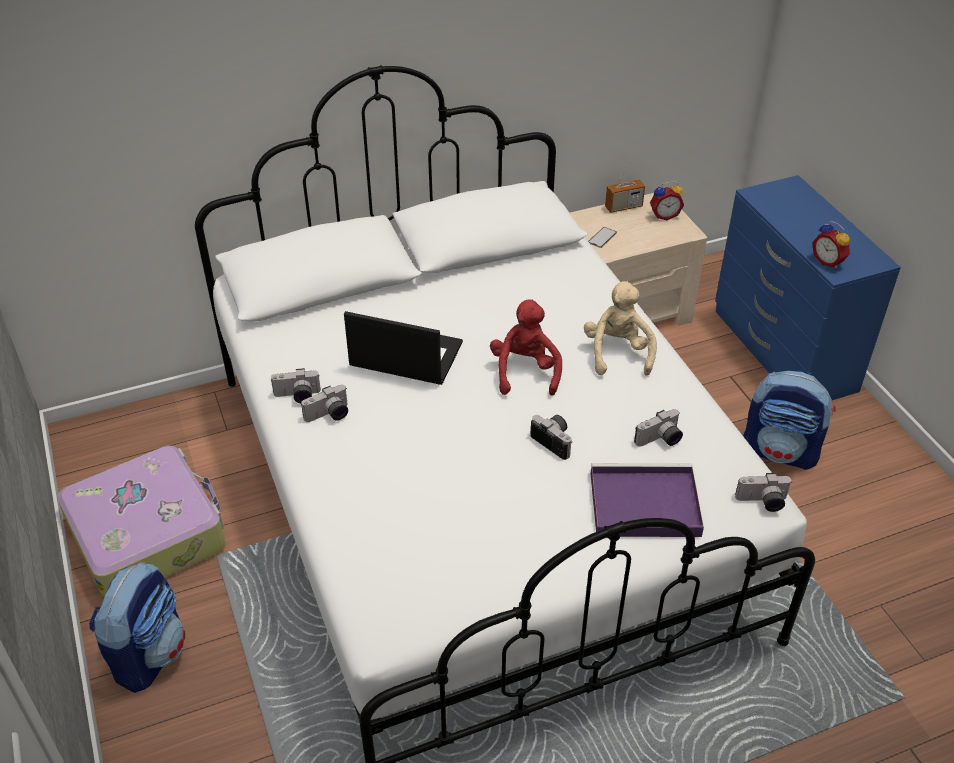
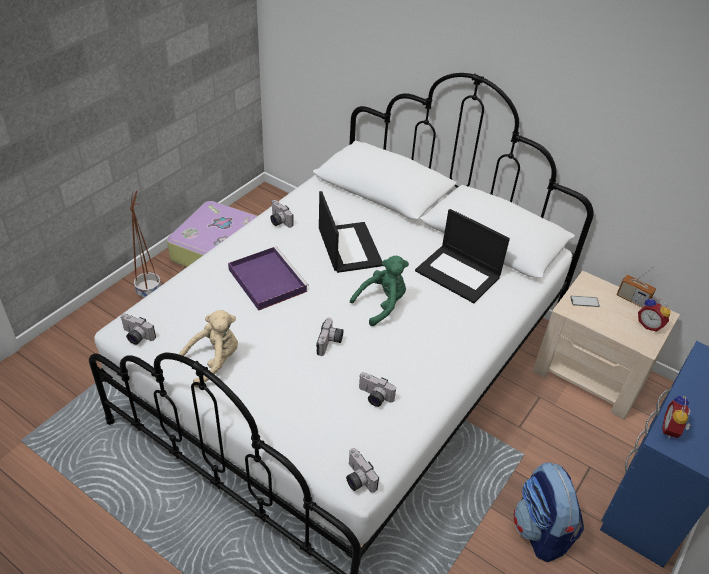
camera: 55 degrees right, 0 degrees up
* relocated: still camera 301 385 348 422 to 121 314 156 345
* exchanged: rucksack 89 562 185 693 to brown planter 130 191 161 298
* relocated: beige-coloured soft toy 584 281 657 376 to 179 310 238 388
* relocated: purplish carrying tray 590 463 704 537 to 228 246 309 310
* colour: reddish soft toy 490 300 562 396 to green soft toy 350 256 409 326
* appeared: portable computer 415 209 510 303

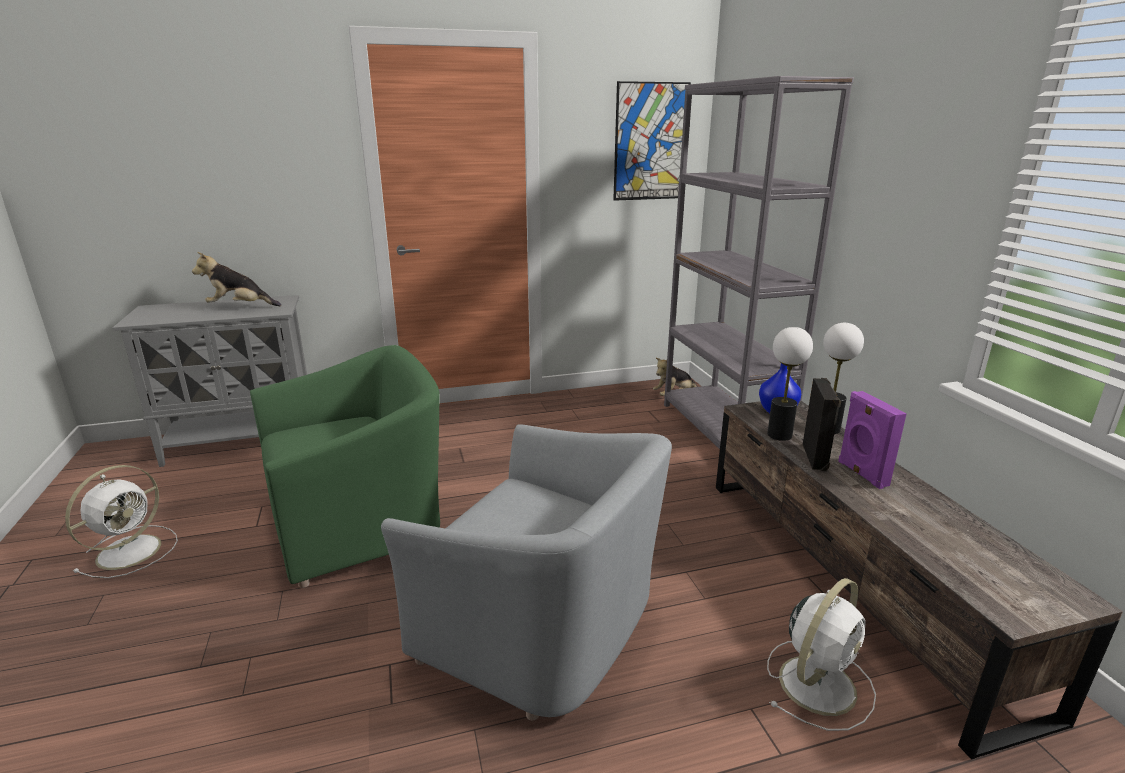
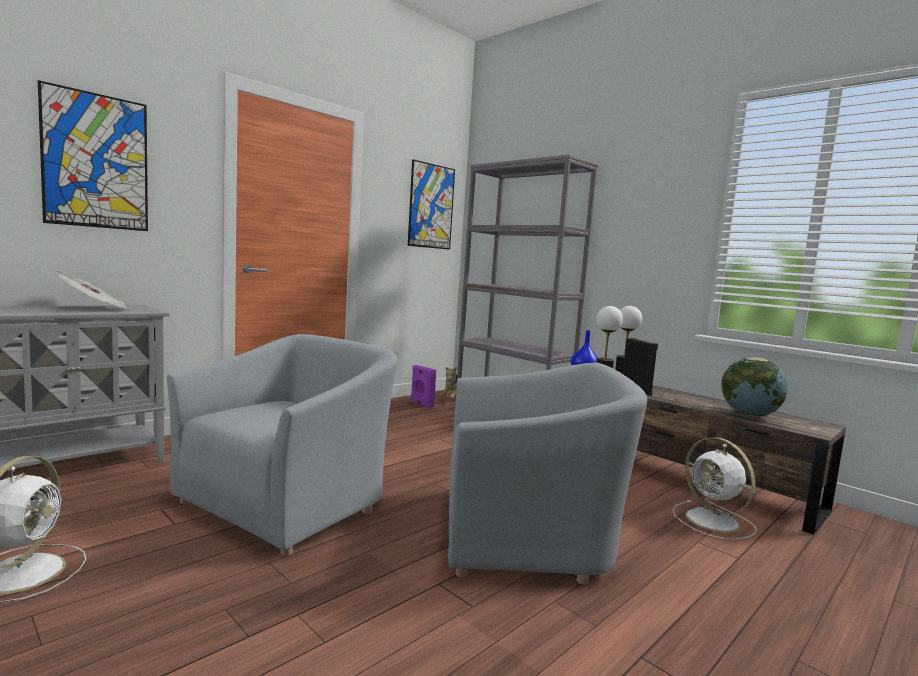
camera: 30 degrees left, 15 degrees down
* appeared: wall picture 38 80 148 231
* exchanged: soft toy 192 252 281 306 to daily paper 54 270 131 311
* colour: green lounge chair 250 345 440 588 to greyish lounge chair 167 334 397 556
* relocated: purplish loudspeaker 838 391 907 489 to 411 365 436 408
* spun: whitish fan 767 578 876 731 = 672 437 757 540 135 degrees clockwise
* appeared: world globe 721 357 788 417

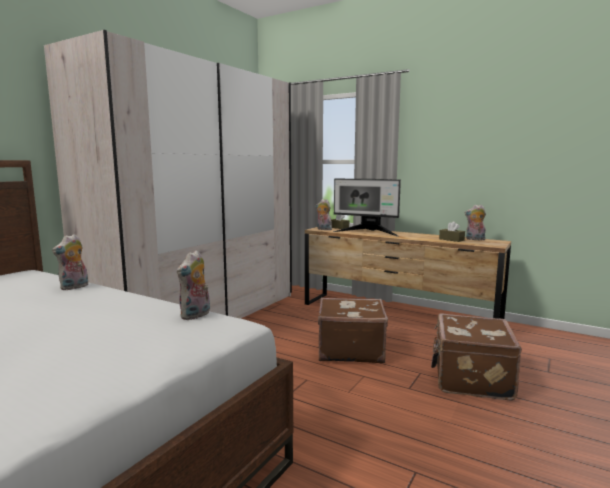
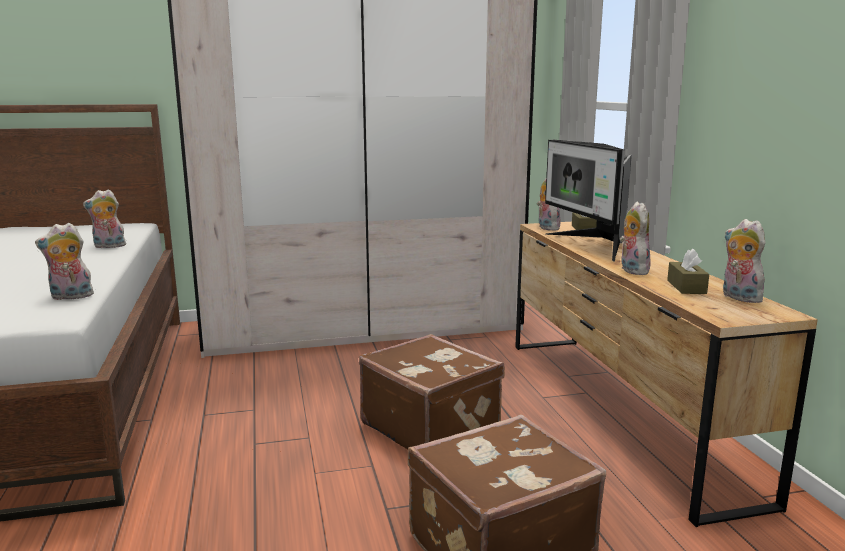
camera: 45 degrees right, 5 degrees up
* appeared: soft toy 620 201 651 275

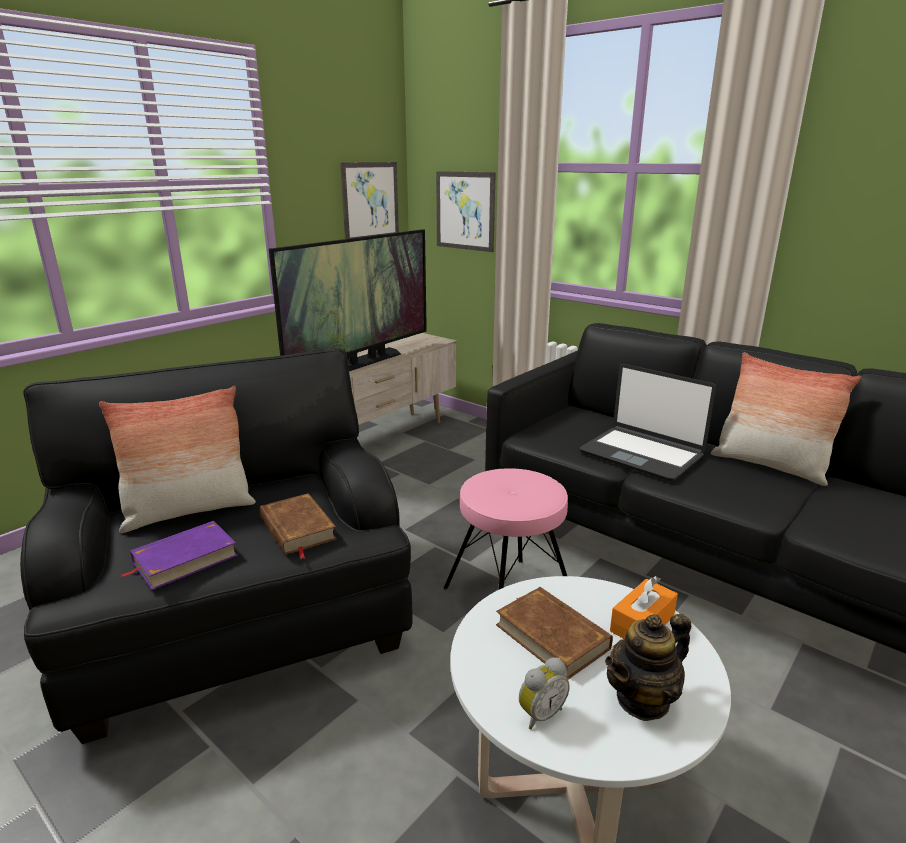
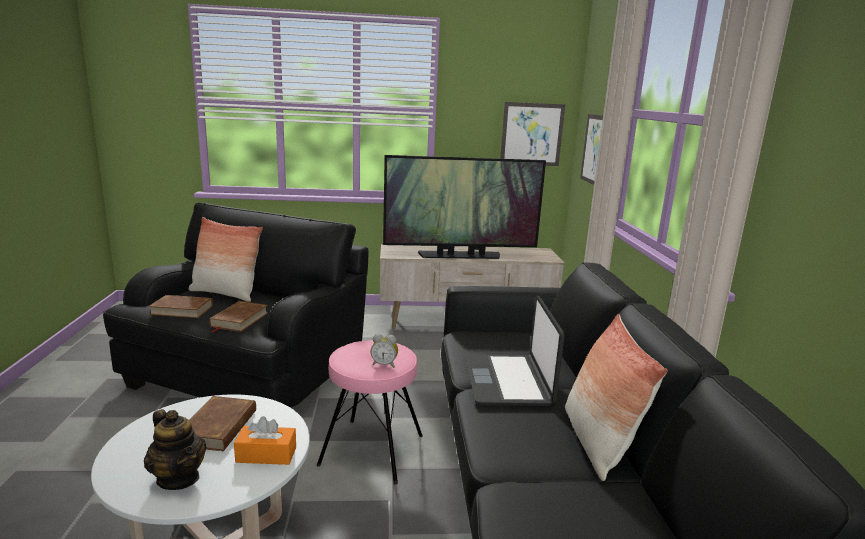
camera: 45 degrees right, 5 degrees down
* spun: tea pot 605 614 691 721 = 144 409 206 490 150 degrees counterclockwise
* colour: purplish volume 121 521 238 590 to brown volume 148 295 213 318
* relocated: bedside clock 519 657 570 730 to 371 334 398 368

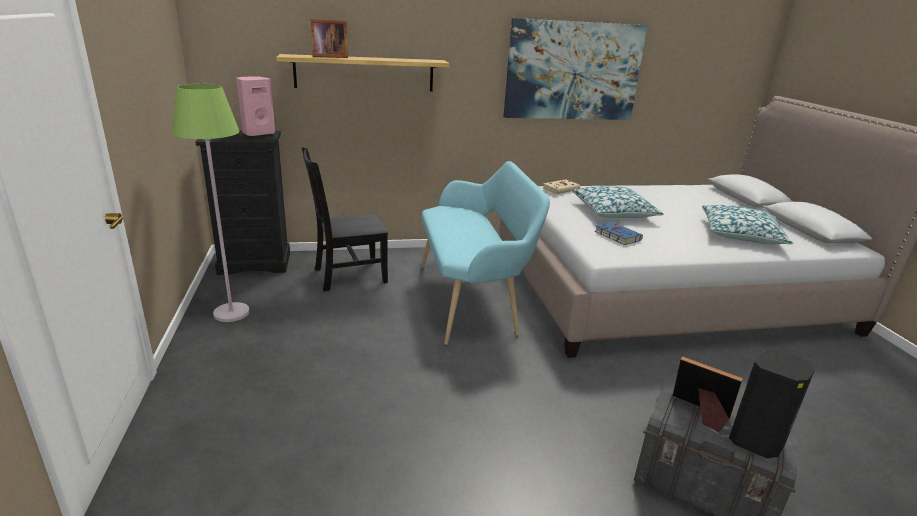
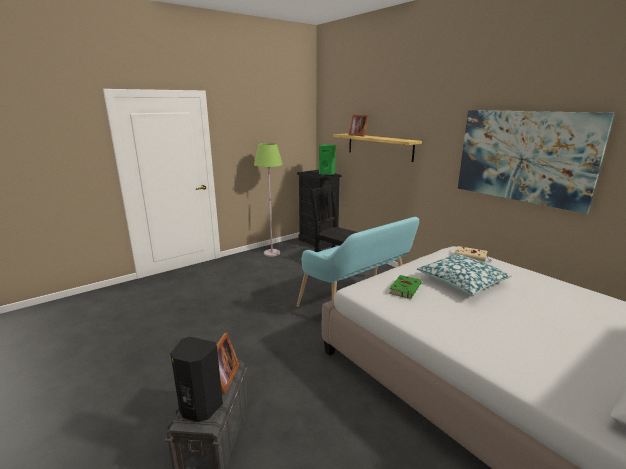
camera: 65 degrees right, 5 degrees down
* colour: pinkish loudspeaker 236 76 275 137 to green loudspeaker 319 144 336 175
* colour: blue-coloured volume 595 222 643 245 to green volume 389 275 421 299
* missing: pillow 702 205 793 244

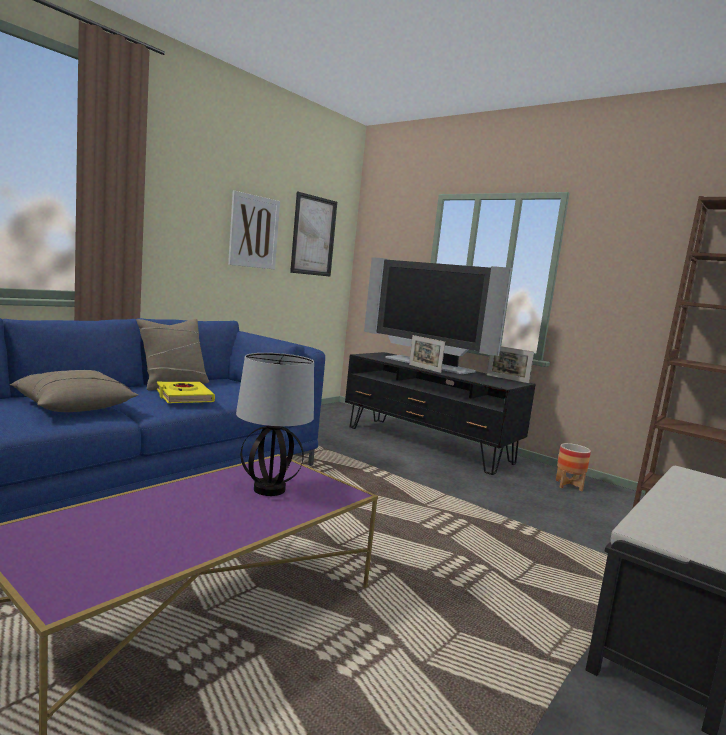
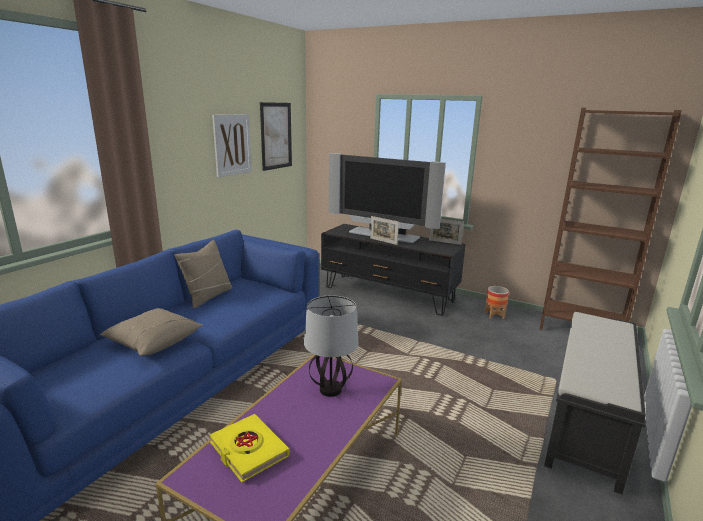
camera: 10 degrees left, 10 degrees up
* relocated: yellowish volume 157 382 215 403 to 209 414 289 482

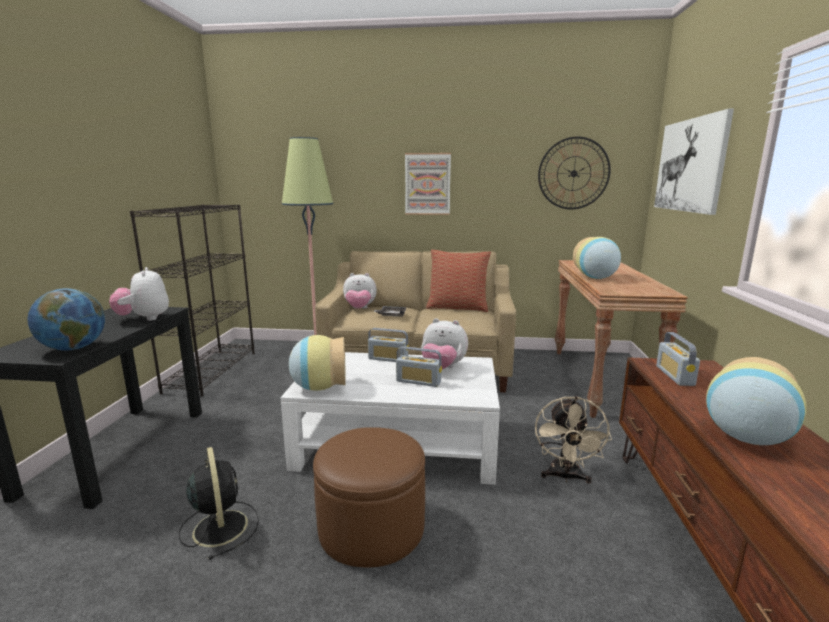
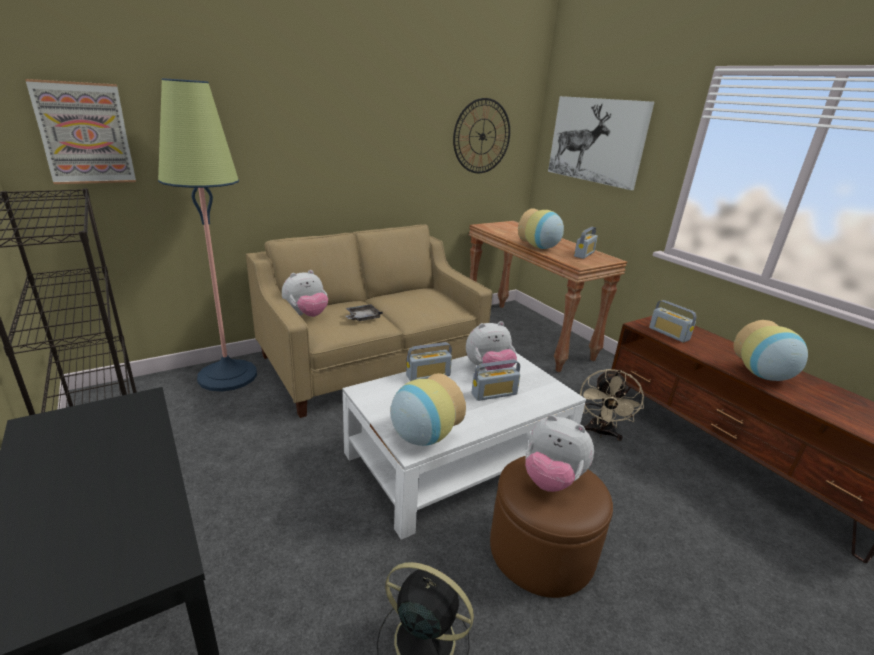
camera: 40 degrees left, 10 degrees up
* relocated: wall picture 405 153 451 215 to 25 79 136 184
* relocated: soft toy 109 267 169 321 to 525 415 594 492
* appeared: radio receiver 574 227 598 259
* spun: beige-coloured fan 535 396 612 484 = 580 369 644 441 45 degrees clockwise
* missing: world globe 27 288 105 351
* missing: pillow 426 250 491 312

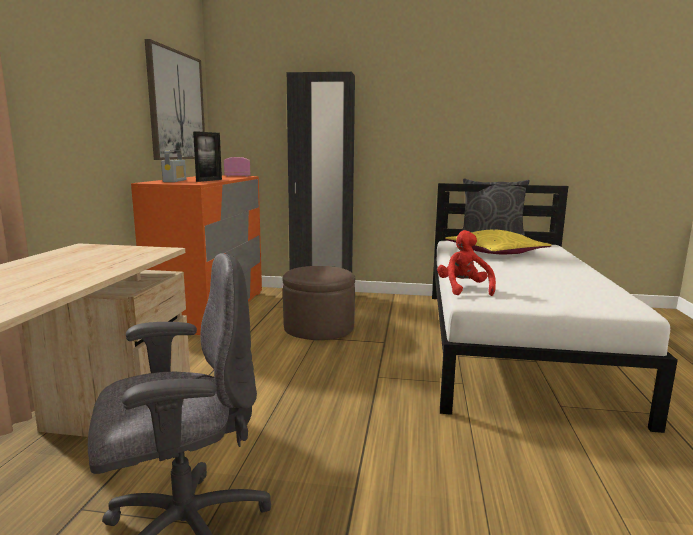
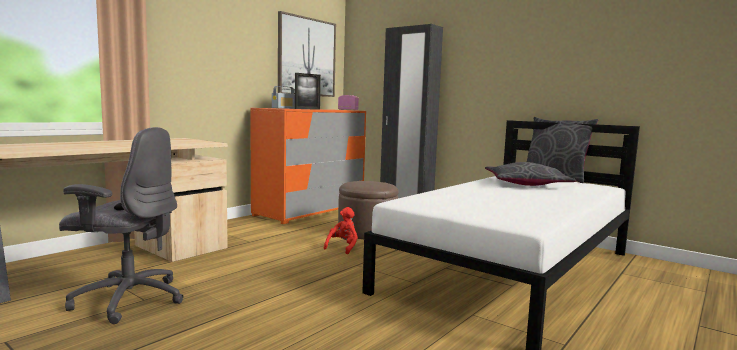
camera: 30 degrees right, 5 degrees down
* relocated: reddish soft toy 437 230 496 296 to 324 207 358 254
* colour: yellowish pillow 445 230 552 254 to greyish pillow 485 162 576 186

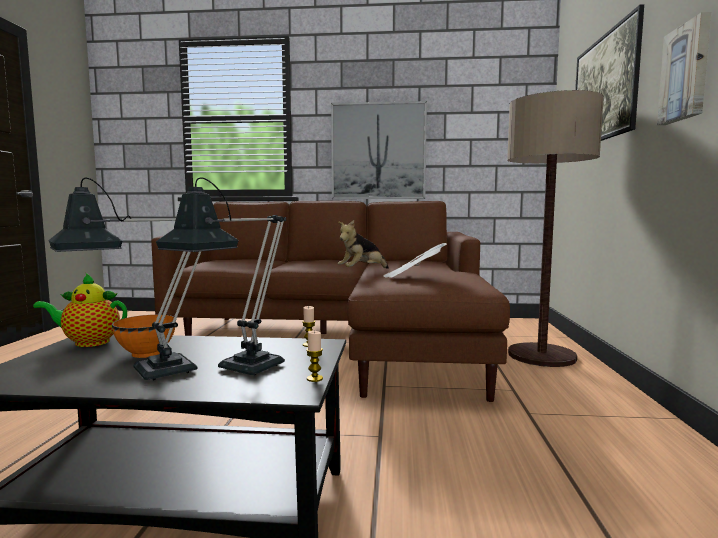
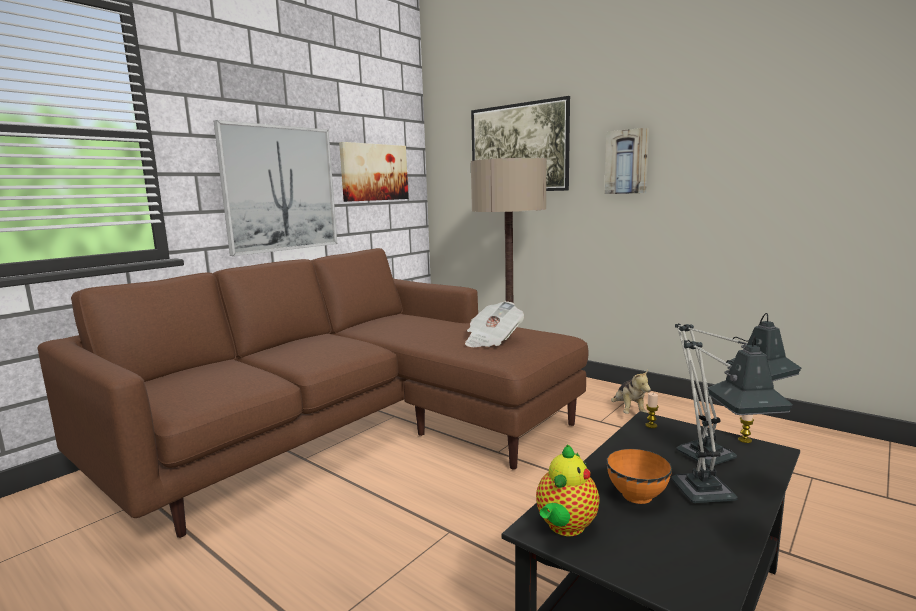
camera: 55 degrees left, 5 degrees up
* appeared: wall picture 339 142 408 202
* relocated: soft toy 338 220 389 269 to 611 370 651 414

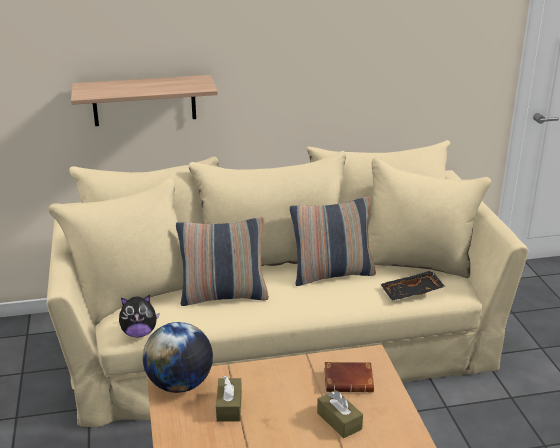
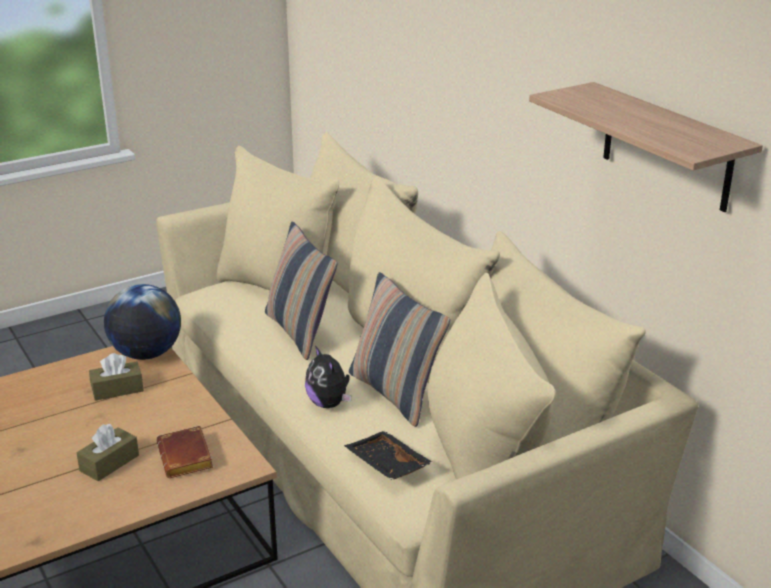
camera: 70 degrees right, 0 degrees up
* relocated: soft toy 119 295 160 337 to 305 346 351 408
* relocated: wall shelf 71 75 218 126 to 529 82 763 212

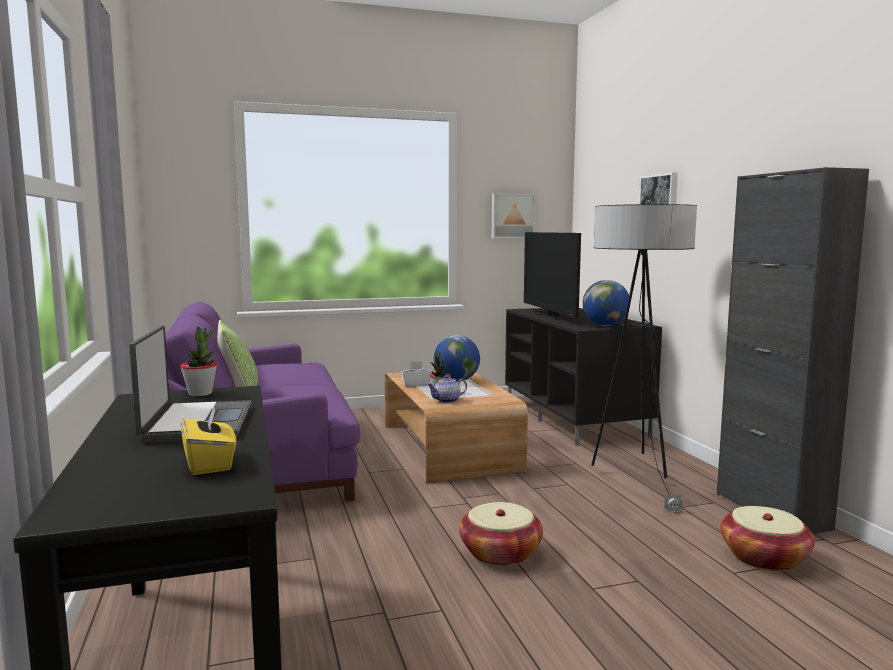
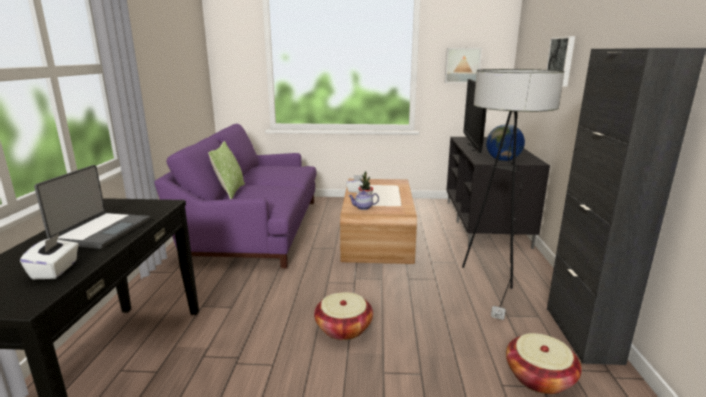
camera: 20 degrees right, 10 degrees up
* colour: yellowish tissue holder 180 406 236 475 to whitish tissue holder 20 233 79 280
* missing: houseplant 180 326 217 396
* missing: world globe 434 335 480 382

